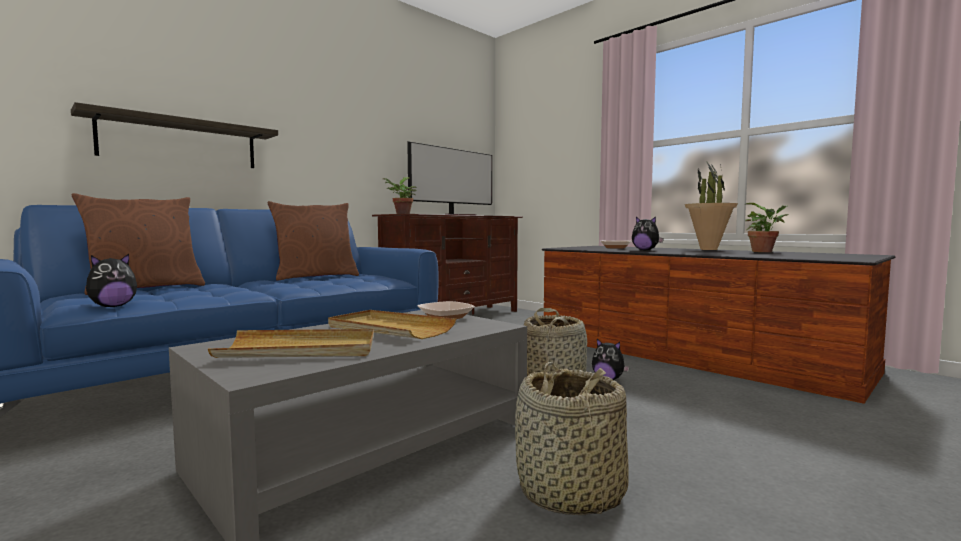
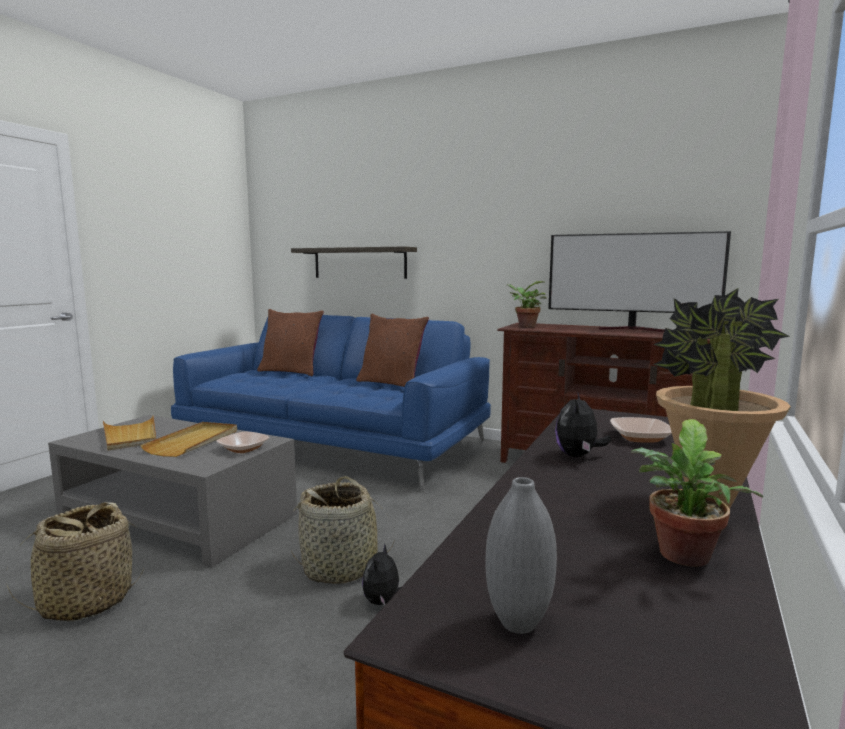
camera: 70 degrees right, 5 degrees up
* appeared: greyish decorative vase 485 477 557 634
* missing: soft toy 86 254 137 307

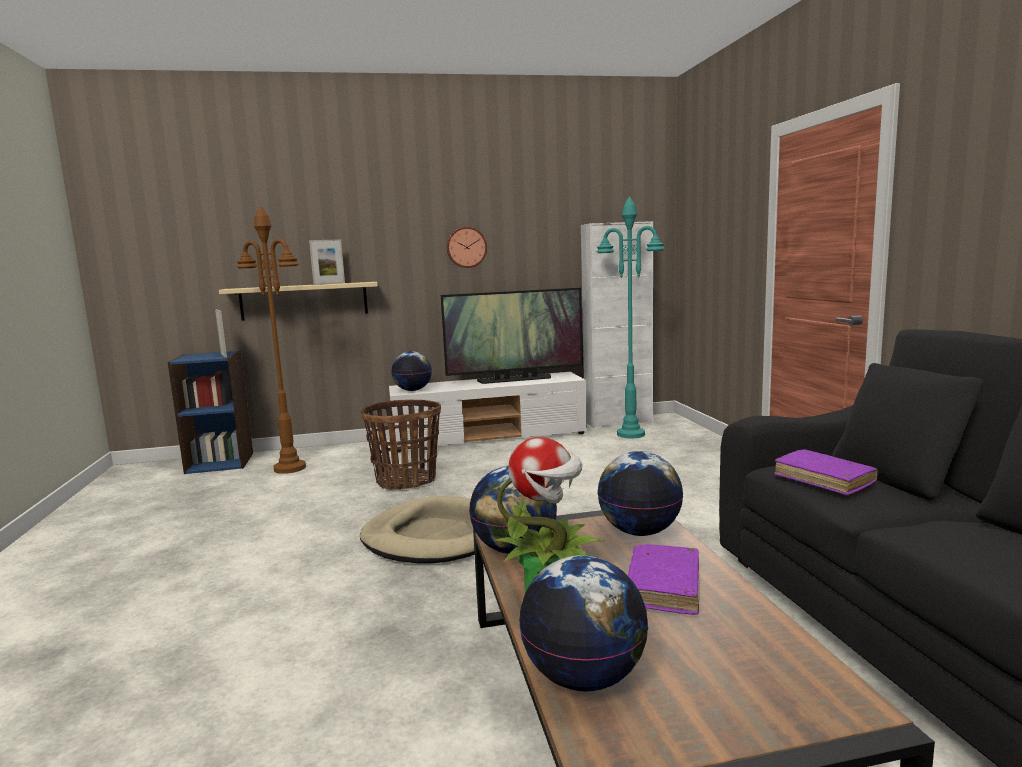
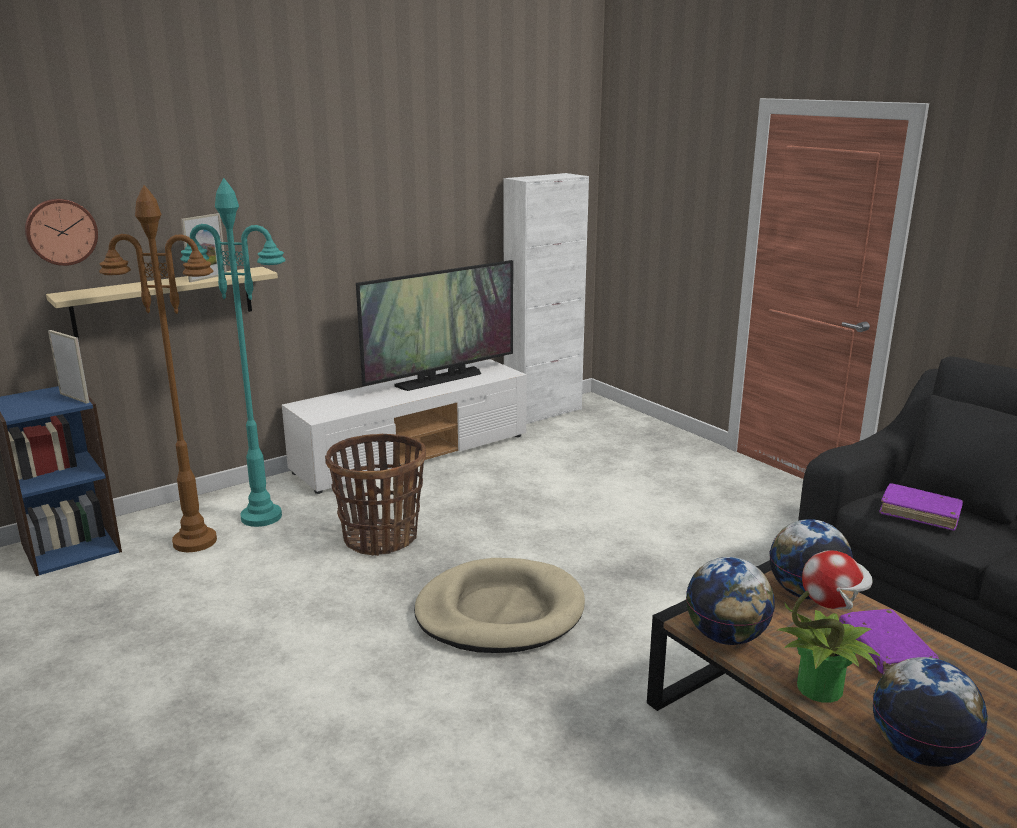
camera: 25 degrees left, 10 degrees up
* relocated: clock on the wall 447 227 487 268 to 25 199 98 266
* relocated: turquoise standard lamp 596 196 665 438 to 181 178 286 527
* missing: world globe 391 351 432 391

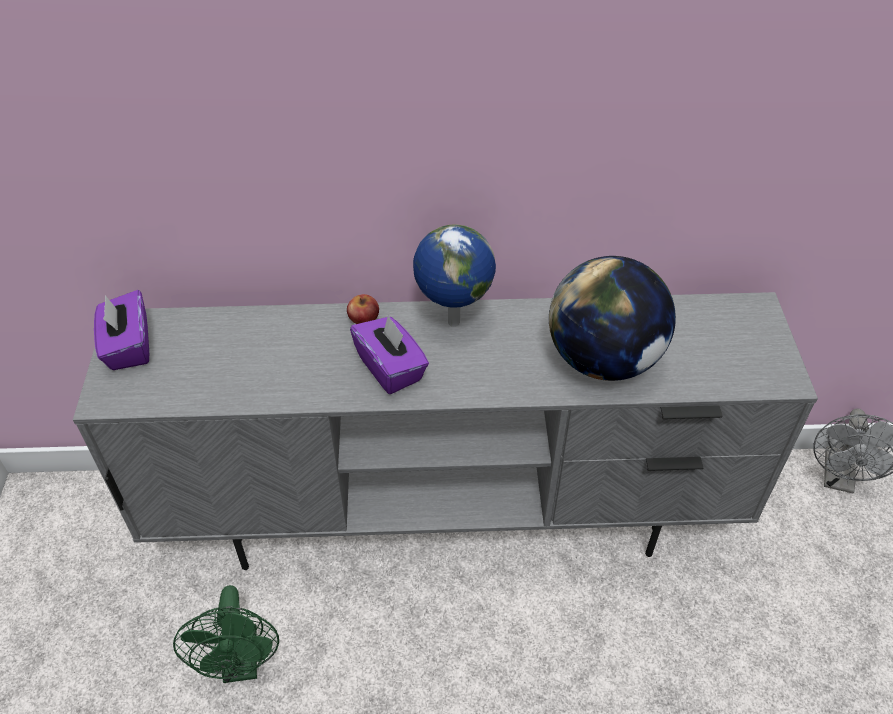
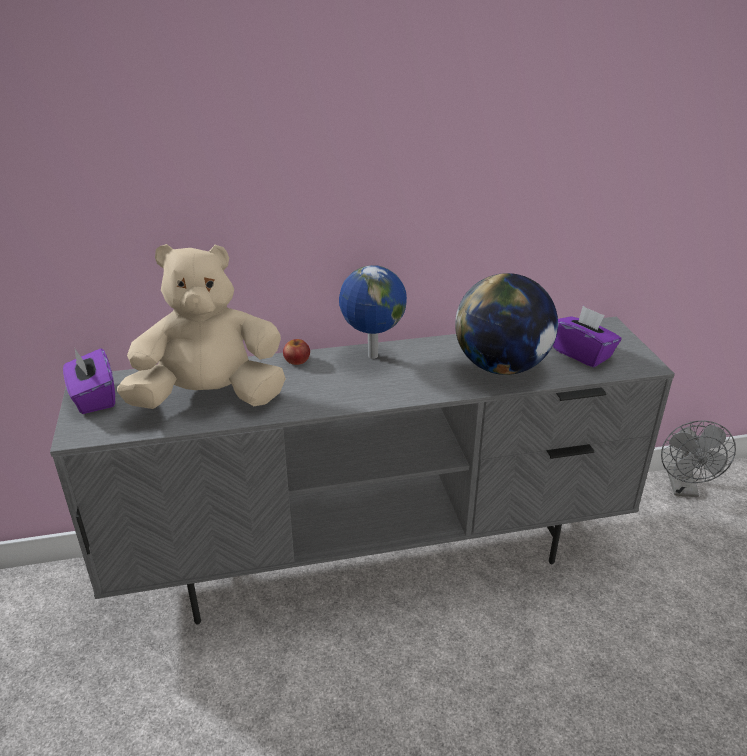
camera: 10 degrees left, 15 degrees down
* appeared: beige-coloured soft toy 117 244 286 409
* relocated: purplish tissue holder 350 314 429 394 to 553 306 622 367
* missing: green fan 173 585 279 683

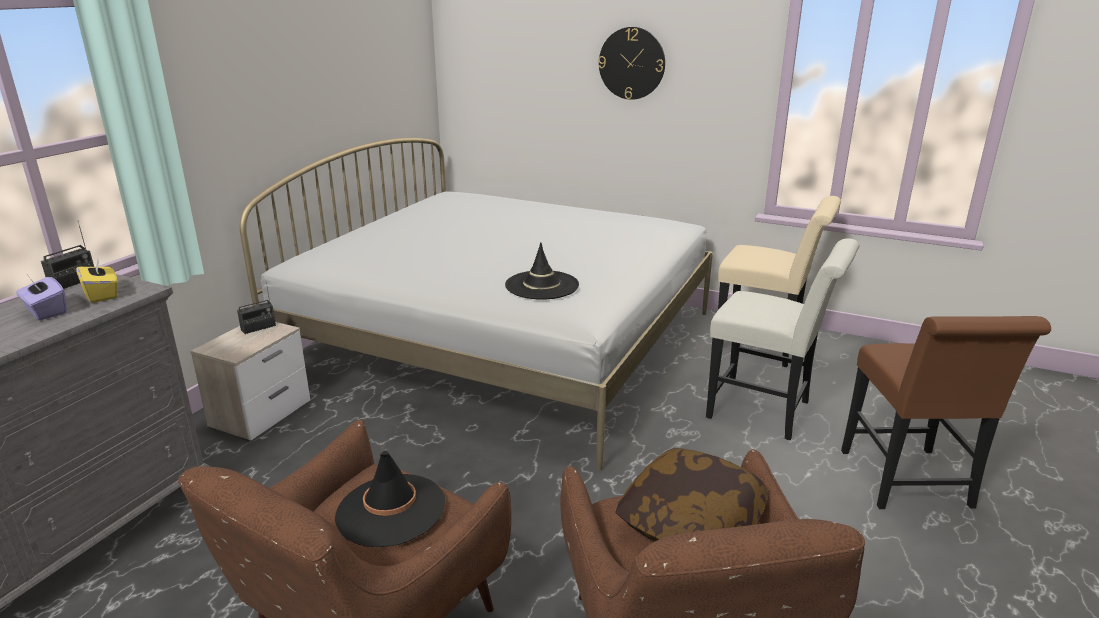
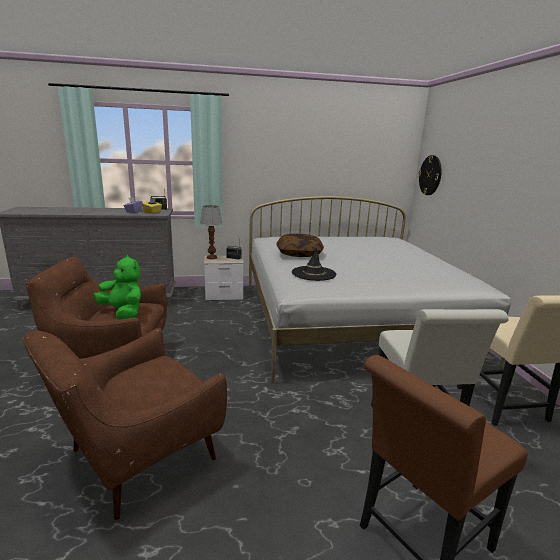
camera: 55 degrees right, 5 degrees down
* exchanged: blackish clothing hat 335 451 445 547 to green soft toy 93 255 141 319
* appeared: tabletop lamp 200 205 223 259
* relocated: pillow 615 448 768 542 to 276 234 324 257
* relocated: clock on the wall 598 27 665 100 to 418 155 442 195

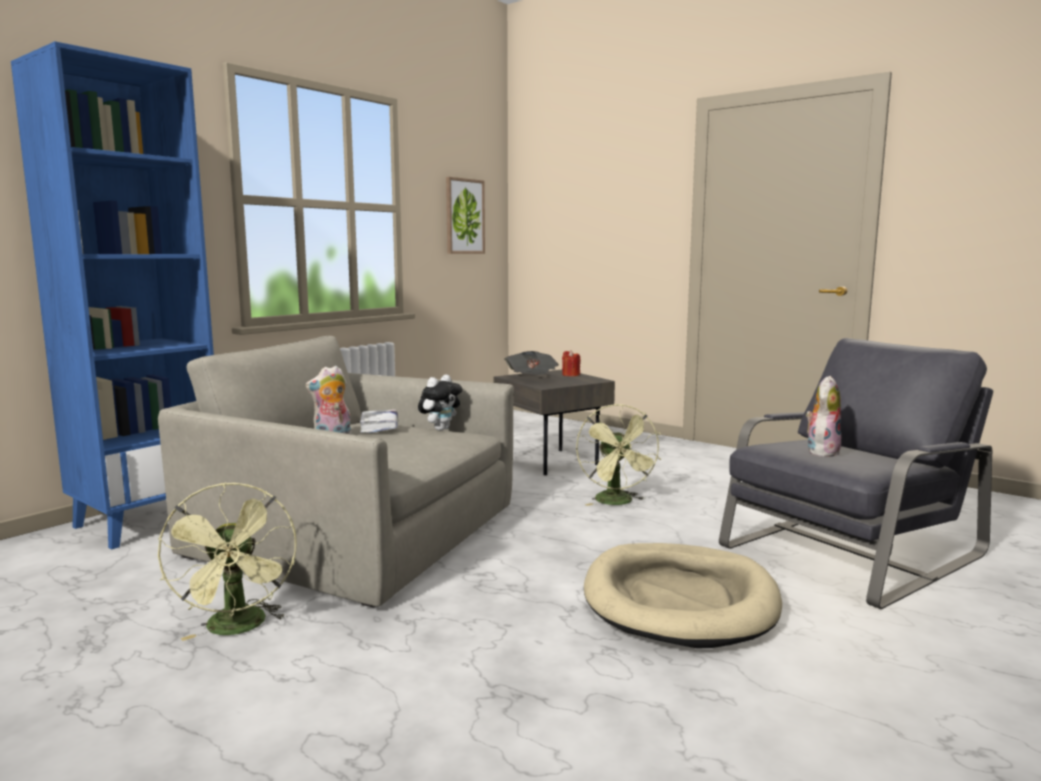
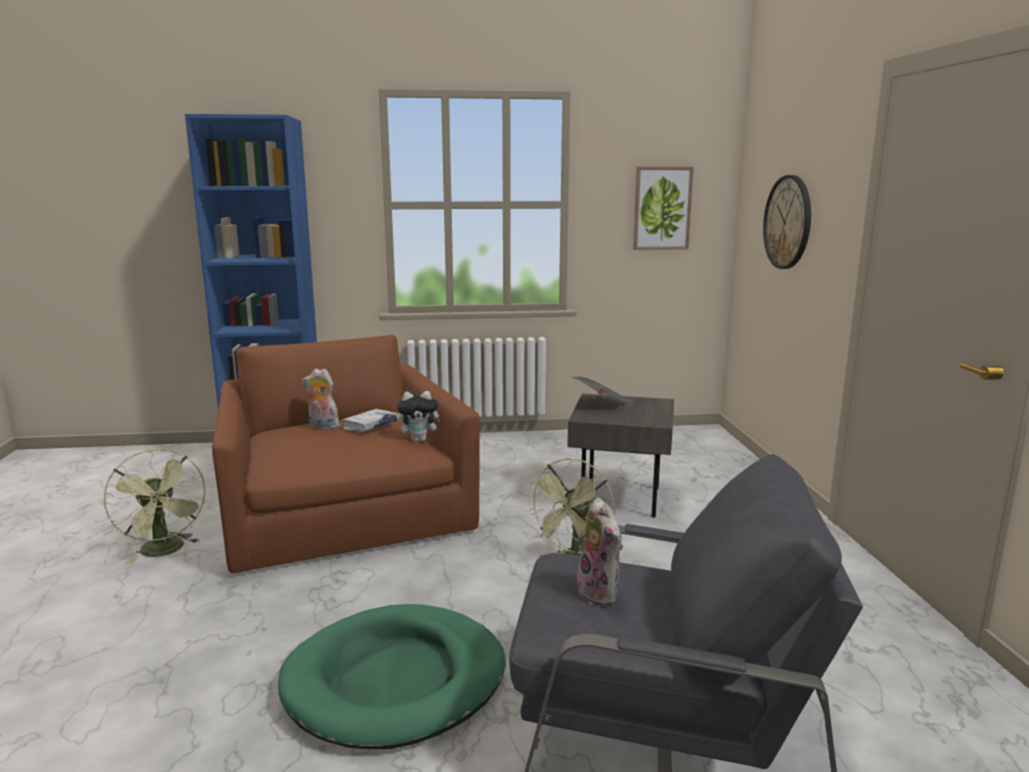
camera: 45 degrees right, 5 degrees up
* spun: green fan 158 482 297 641 = 104 449 207 564 60 degrees counterclockwise
* colour: greyish lounge chair 158 336 514 608 to brown lounge chair 212 335 480 573
* colour: beige-coloured dog cushion 584 543 782 648 to green dog cushion 278 604 506 749
* spun: soft toy 806 376 841 458 = 577 498 623 606 75 degrees clockwise
* appeared: clock on the wall 763 175 811 269
* missing: reddish wax light 562 350 581 376

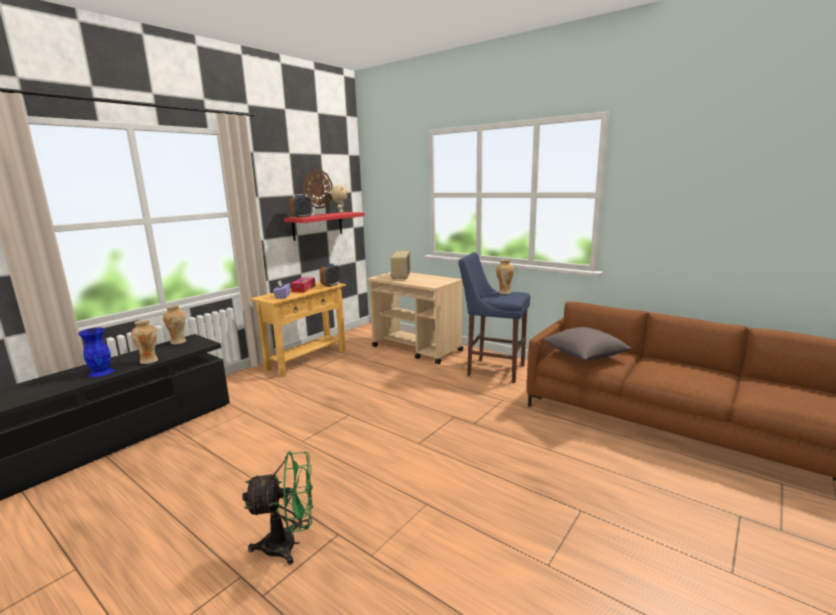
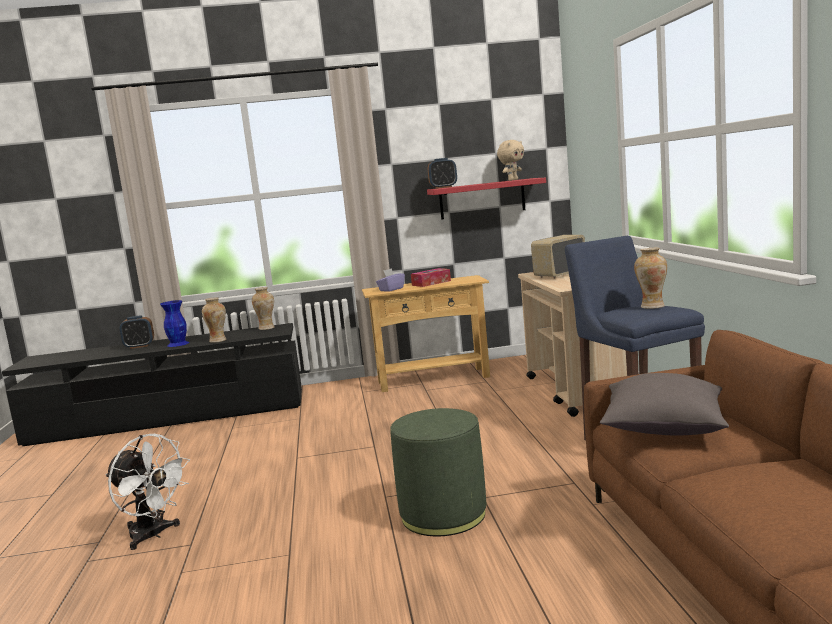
camera: 45 degrees right, 5 degrees down
* colour: green fan 242 451 313 565 to whitish fan 106 434 190 550
* relocated: bedside clock 320 264 341 287 to 120 315 154 349
* appeared: green pouffe 390 408 486 536
* missing: clock on the wall 303 170 333 209

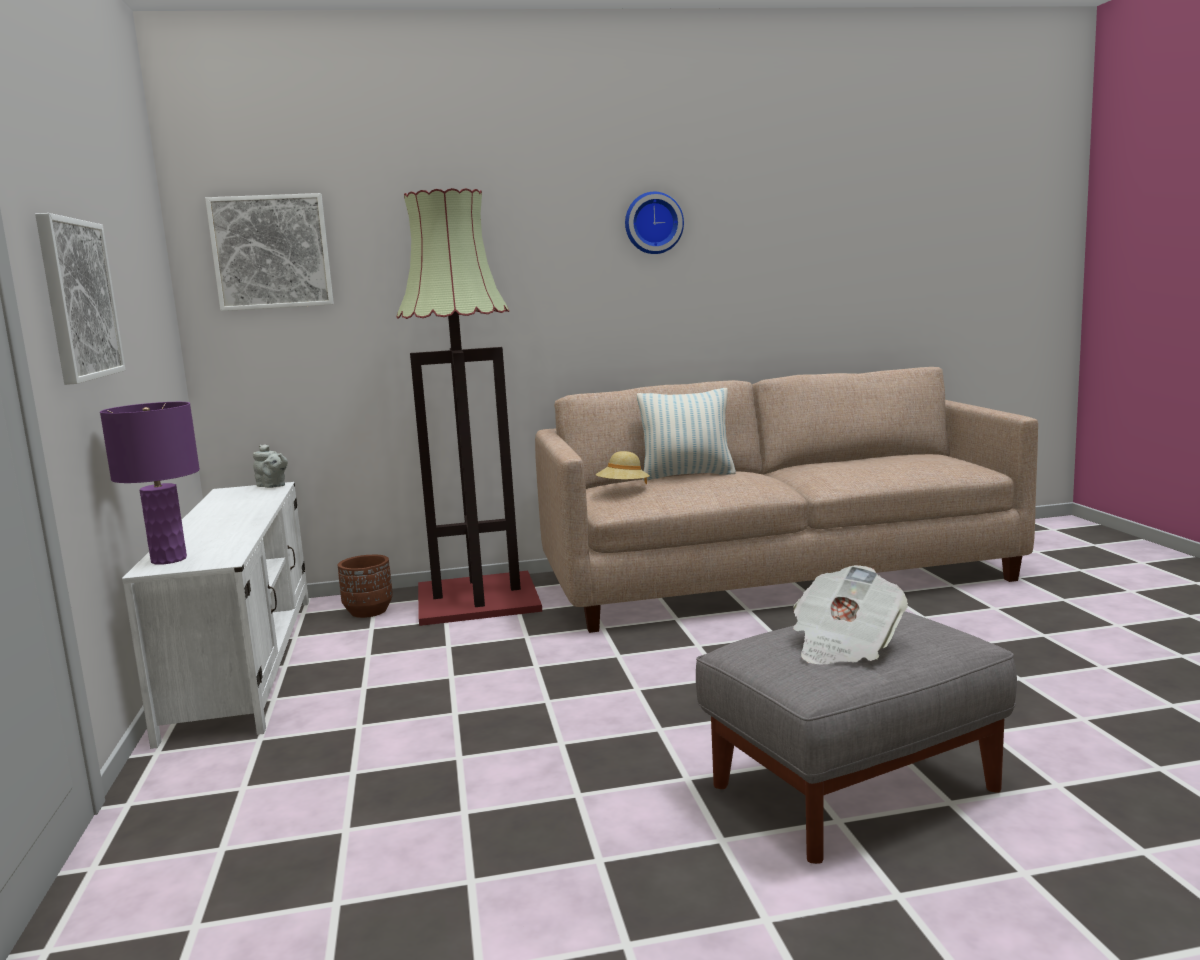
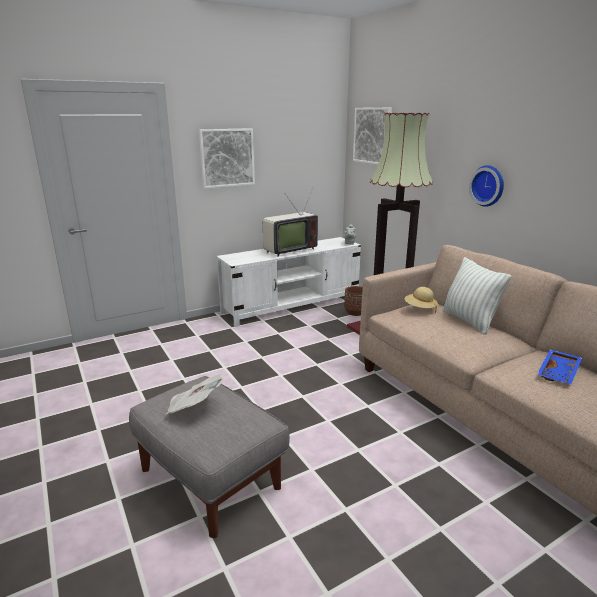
camera: 70 degrees right, 10 degrees up
* appeared: TV set 263 189 318 257
* relocated: clock on the wall 625 192 684 254 to 469 165 504 207
* appeared: blue-coloured carrying tray 537 349 582 384
* missing: purplish tabletop lamp 100 402 200 565

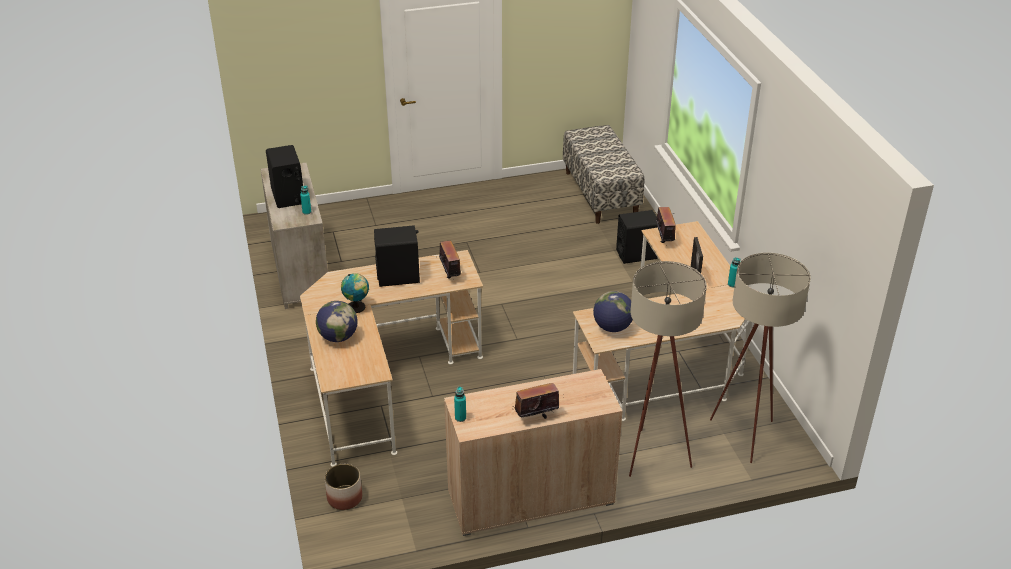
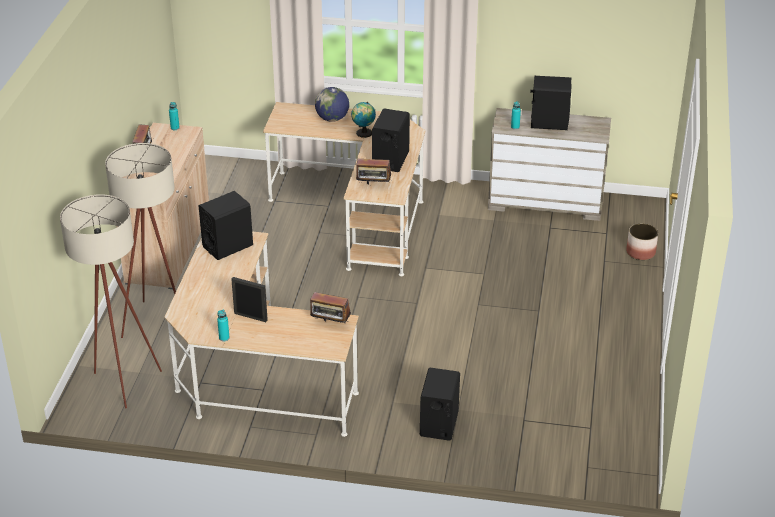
camera: 115 degrees right, 0 degrees up
* exchanged: world globe 593 291 633 332 to blackish loudspeaker 199 191 253 260
* relocated: planter 325 464 362 510 to 626 223 658 260
* missing: indoor bench 563 125 644 224

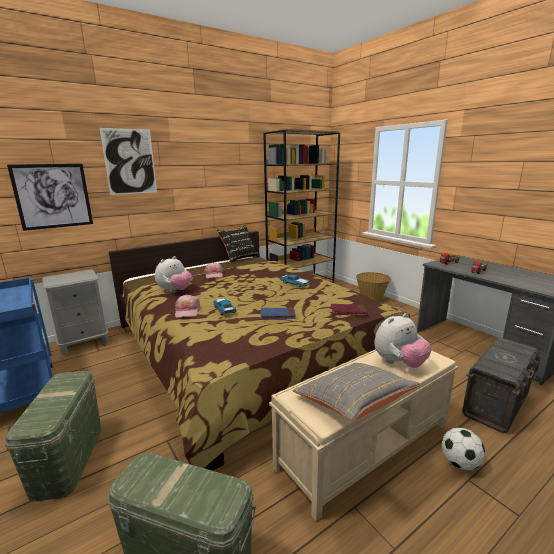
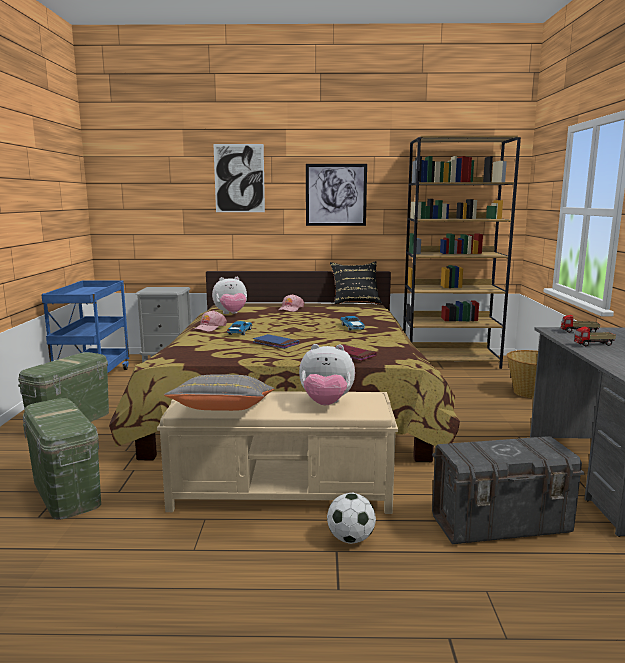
camera: 35 degrees right, 5 degrees down
* relocated: wall picture 7 164 93 231 to 306 164 367 226

